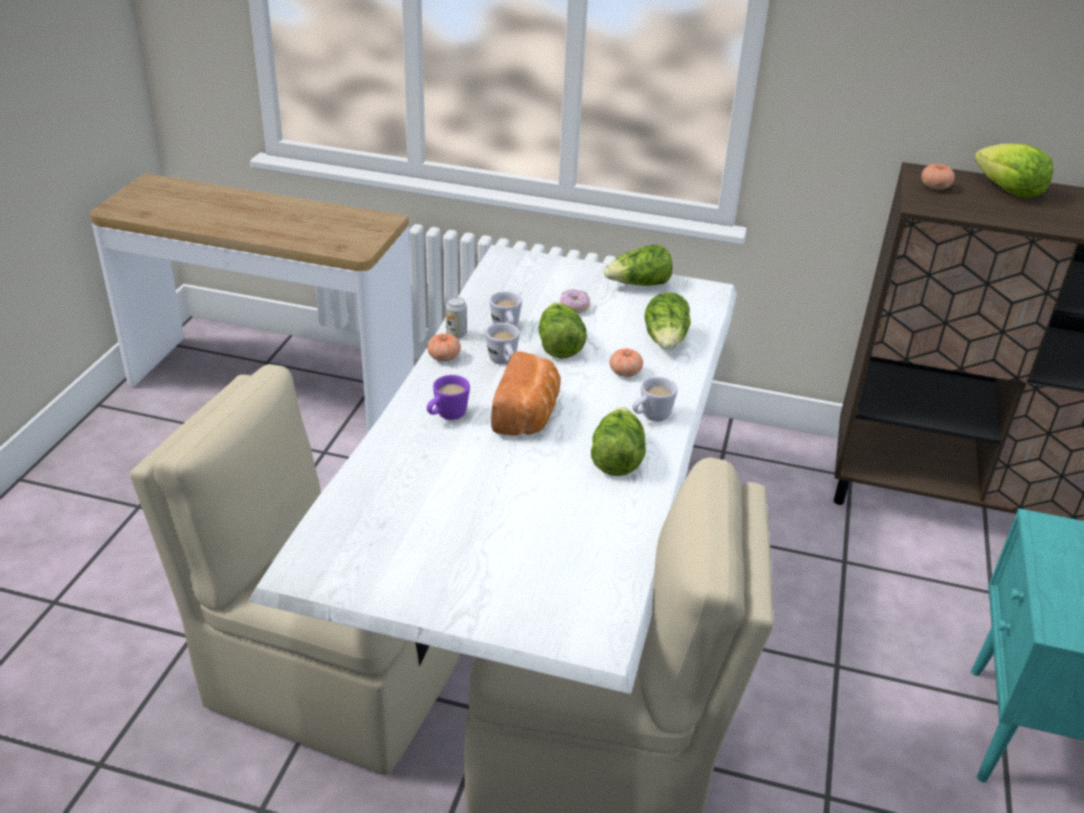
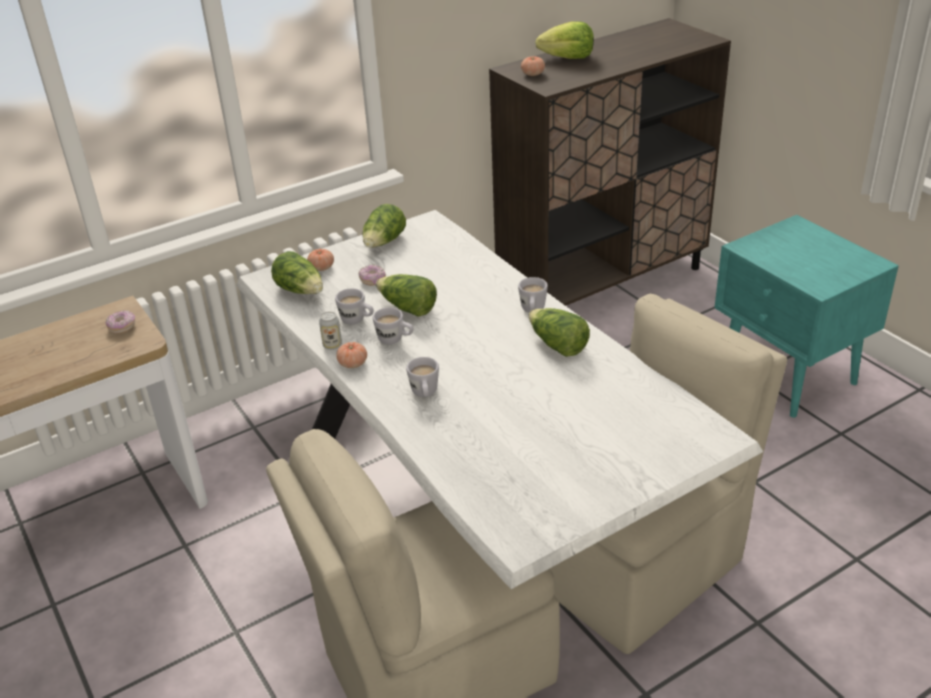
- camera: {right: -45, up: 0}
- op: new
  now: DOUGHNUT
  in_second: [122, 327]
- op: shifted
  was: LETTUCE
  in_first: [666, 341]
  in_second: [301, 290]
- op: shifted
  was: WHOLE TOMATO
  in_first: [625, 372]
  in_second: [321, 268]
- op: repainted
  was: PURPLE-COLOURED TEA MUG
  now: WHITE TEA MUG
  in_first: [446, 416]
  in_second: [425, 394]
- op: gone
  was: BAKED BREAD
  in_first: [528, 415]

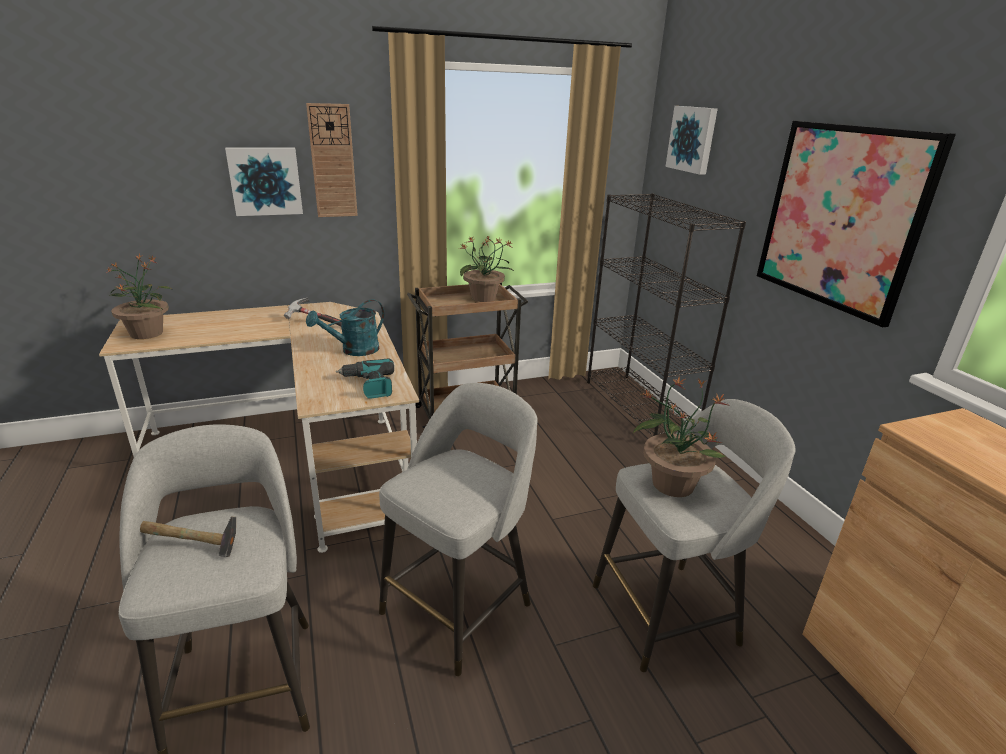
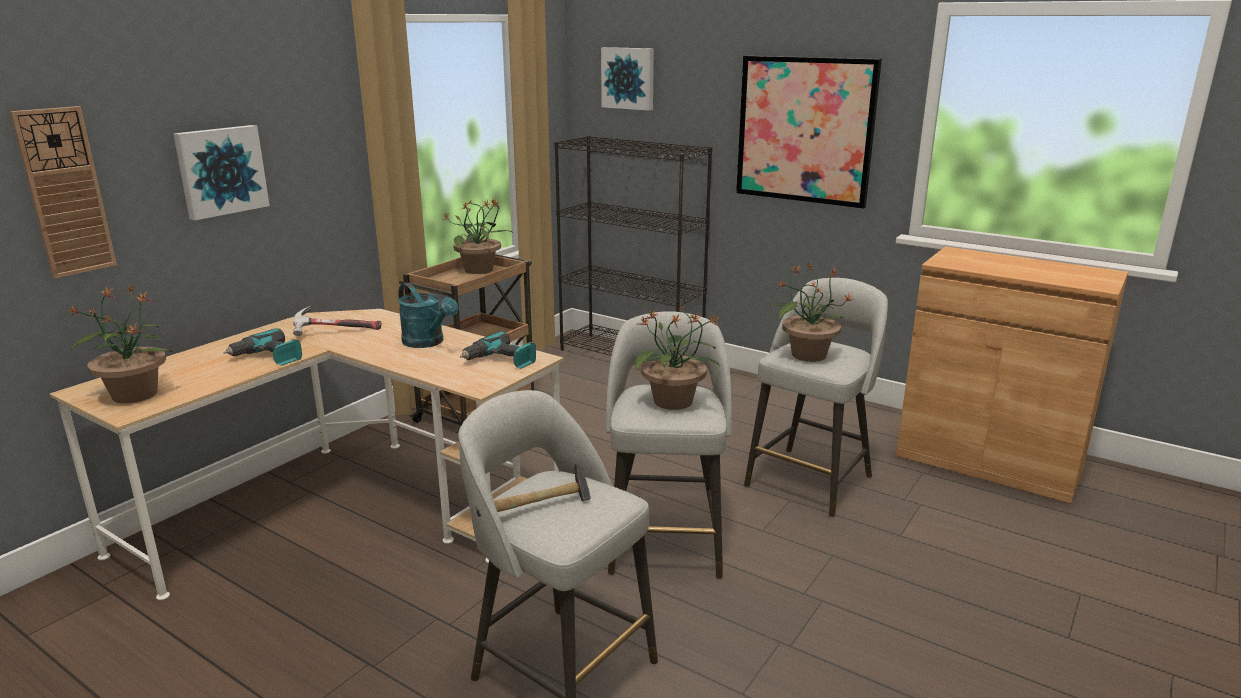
- camera: {right: -35, up: -5}
- op: shifted
  was: CLOCK ON THE WALL
  in_first: [332, 162]
  in_second: [65, 192]
- op: new
  now: POWER DRILL
  in_second: [268, 358]
- op: rotated
  was: BLUE-GREEN SPRINKLING CAN
  in_first: [354, 350]
  in_second: [428, 342]
  clockwise: -60
- op: new
  now: PLANT IN A POT
  in_second: [674, 402]

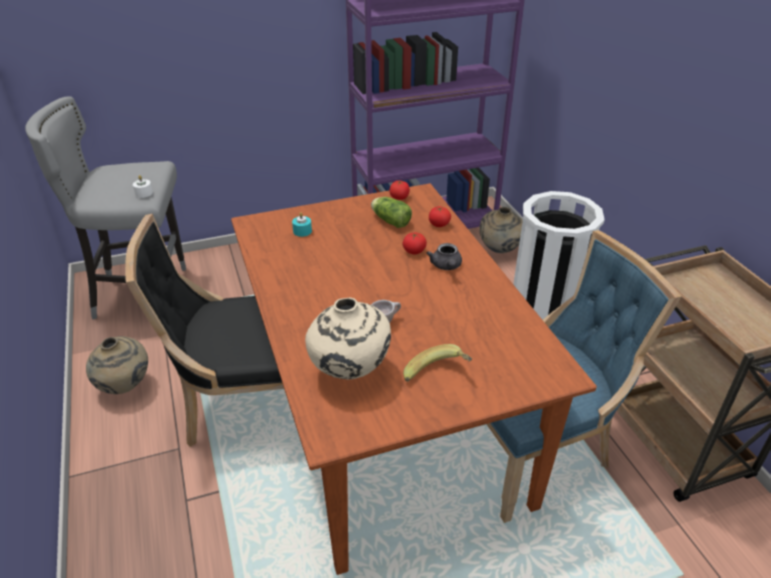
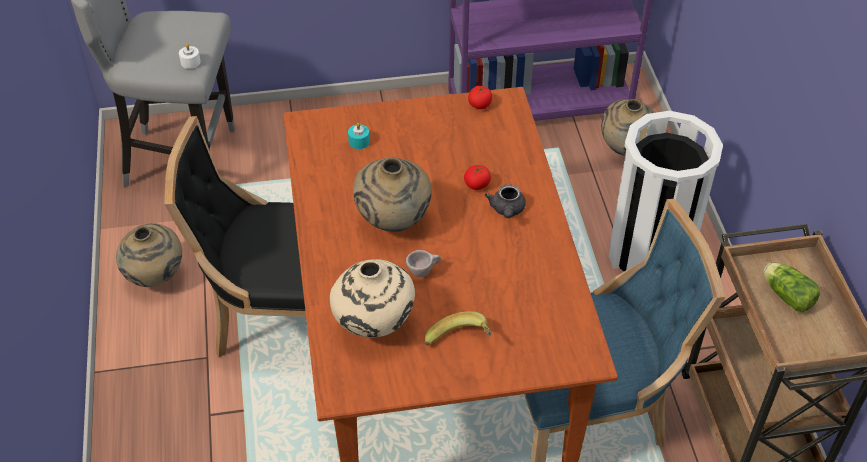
- camera: {right: 10, up: 10}
- op: new
  now: BEIGE-COLOURED DECORATIVE VASE
  in_second: [394, 222]
- op: shifted
  was: LETTUCE
  in_first: [389, 220]
  in_second: [786, 294]
- op: gone
  was: WHOLE TOMATO
  in_first: [439, 224]

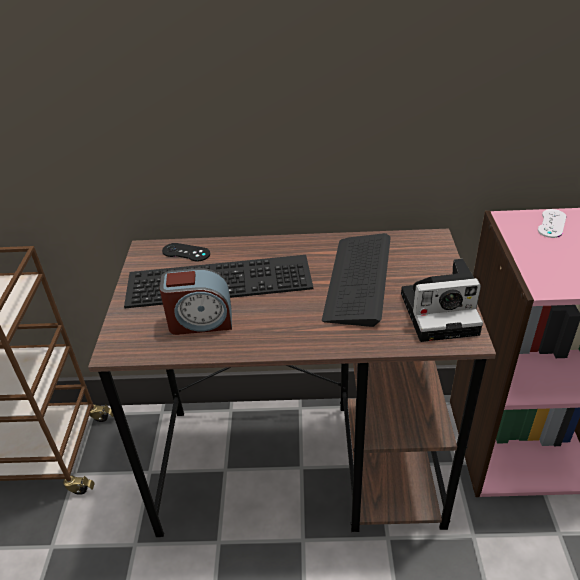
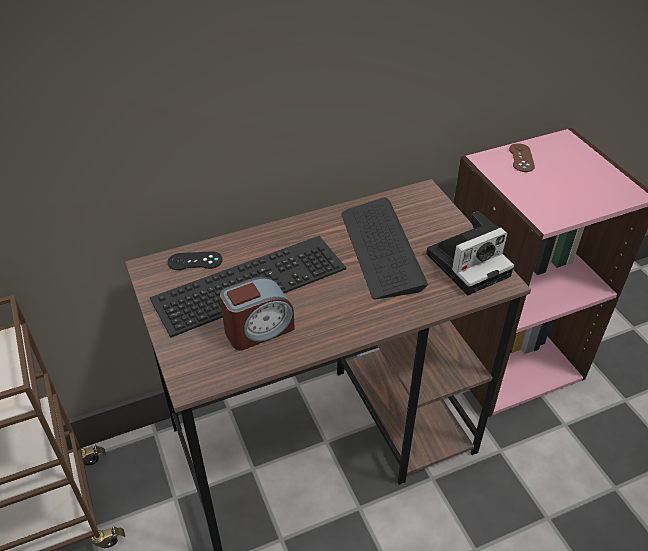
- camera: {right: -25, up: 5}
- op: repainted
  was: WHITE JOYPAD
  now: BROWN JOYPAD
  in_first: [551, 223]
  in_second: [521, 158]

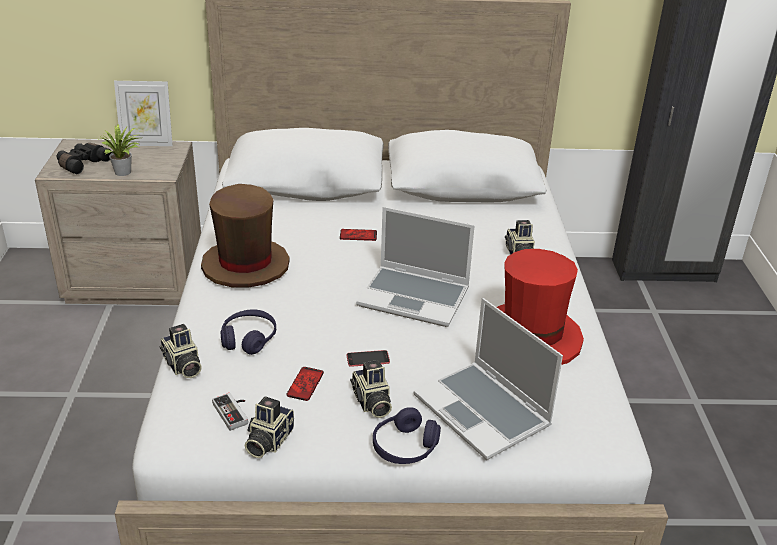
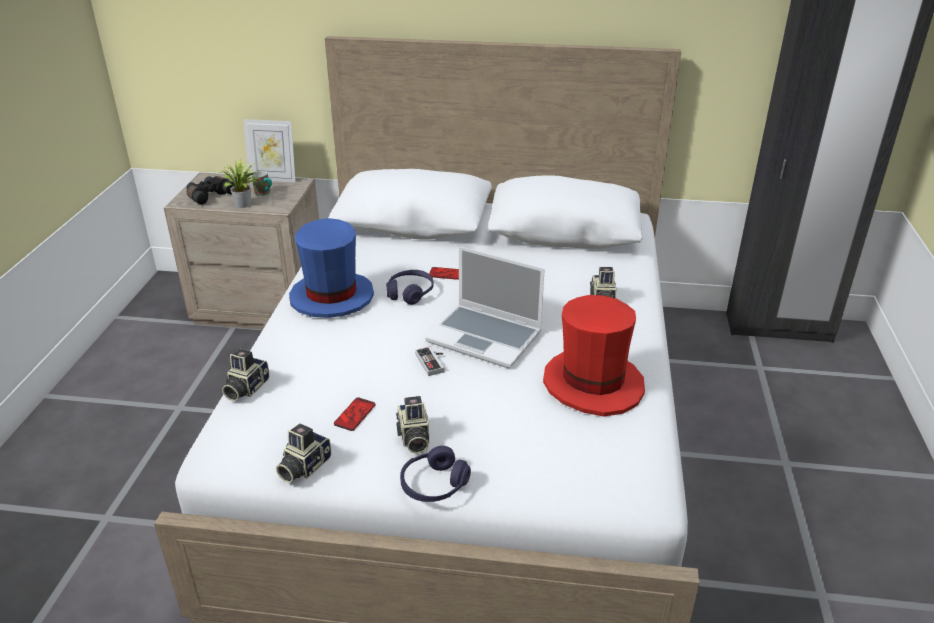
- camera: {right: 10, up: 0}
- op: rotated
  was: STILL CAMERA
  in_first: [182, 366]
  in_second: [245, 388]
  clockwise: 45
- op: new
  now: TEA MUG
  in_second: [264, 193]
- op: repainted
  was: BROWN WEARABLE HAT
  now: BLUE-COLOURED WEARABLE HAT
  in_first: [245, 266]
  in_second: [331, 297]
- op: shifted
  was: PURPLE-COLOURED HEADSET
  in_first: [249, 339]
  in_second: [410, 293]
- op: shifted
  was: JOYPAD
  in_first: [234, 412]
  in_second: [433, 362]
- op: gone
  was: HANDSET
  in_first: [368, 358]
- op: gone
  was: PORTABLE COMPUTER
  in_first: [484, 412]

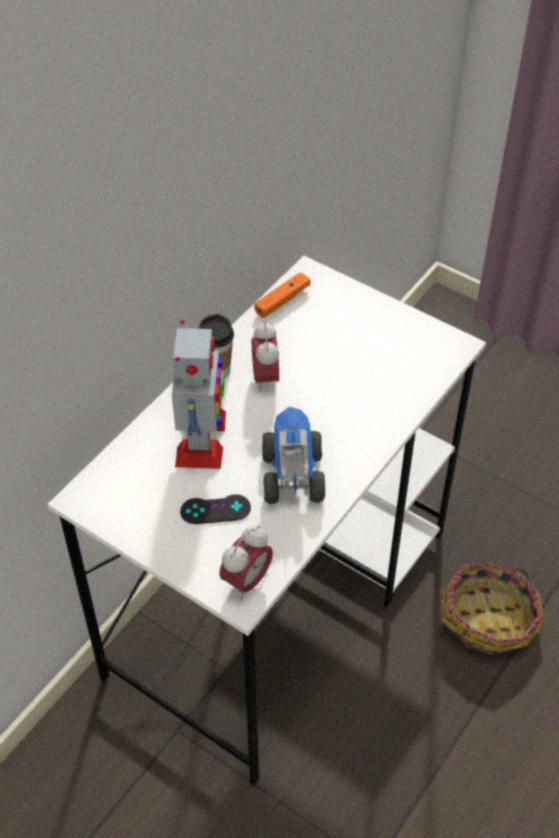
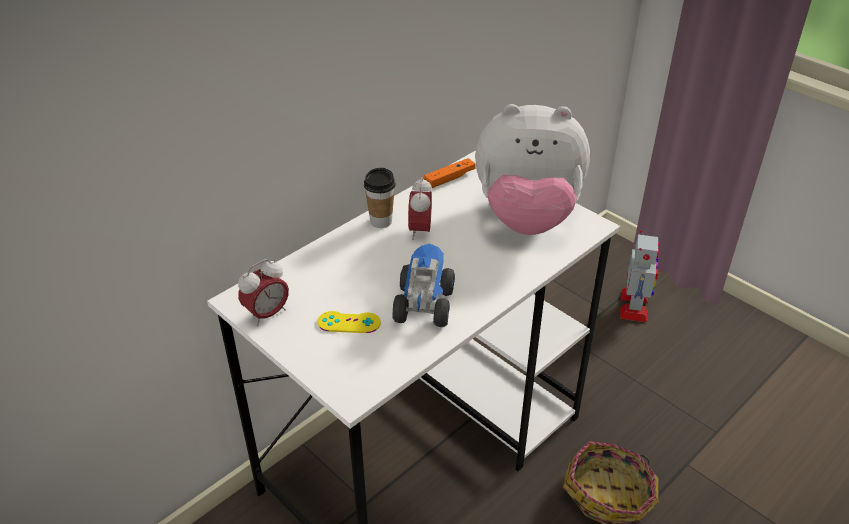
- camera: {right: 10, up: -10}
- op: shifted
  was: ALARM CLOCK
  in_first: [247, 581]
  in_second: [267, 314]
- op: repainted
  was: BLACK-COLOURED JOYPAD
  now: YELLOWISH JOYPAD
  in_first: [215, 510]
  in_second: [349, 322]
- op: new
  now: CUDDLY TOY
  in_second: [527, 218]
- op: shifted
  was: MODEL ROBOT
  in_first: [201, 439]
  in_second: [634, 306]

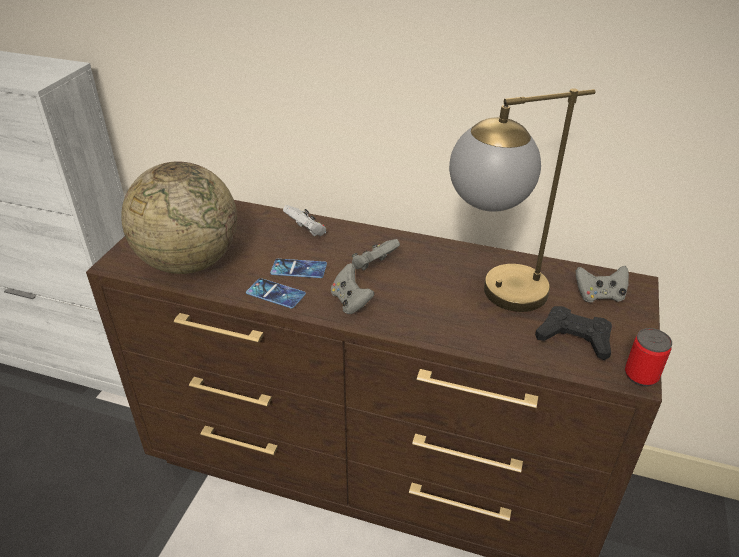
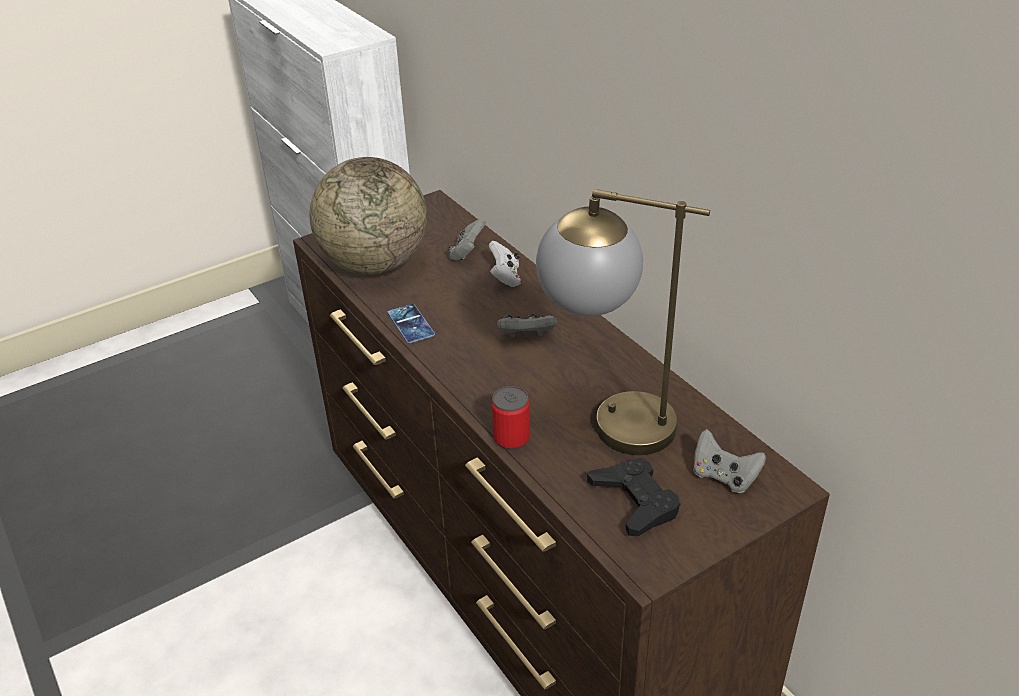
- camera: {right: 40, up: 0}
- op: shifted
  was: GREYISH JOYPAD
  in_first: [350, 302]
  in_second: [467, 253]
- op: shifted
  was: METAL CAN
  in_first: [641, 375]
  in_second: [511, 439]
- op: gone
  was: HANDSET
  in_first: [298, 269]

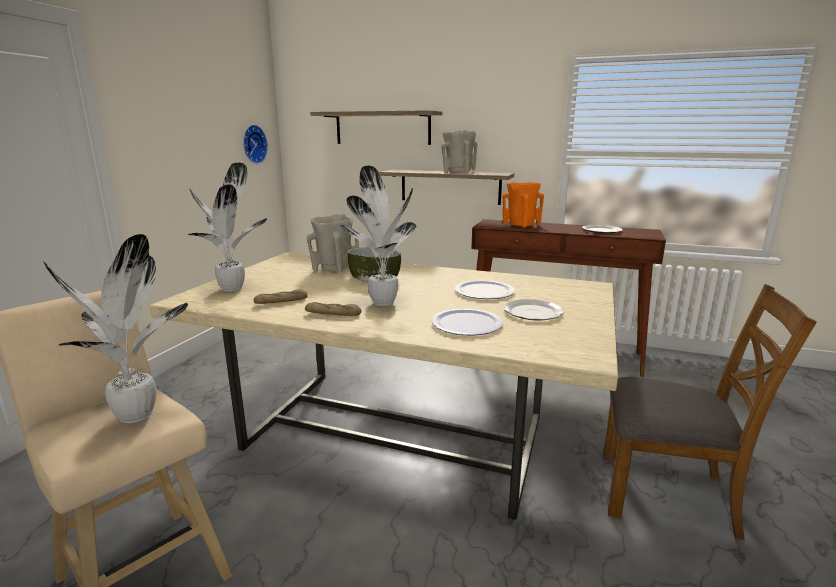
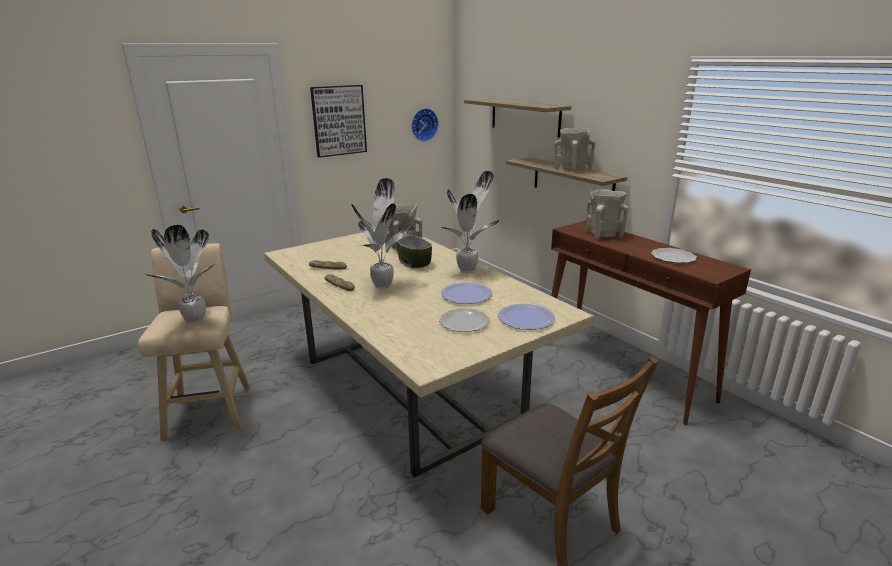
- camera: {right: 35, up: 5}
- op: new
  now: WALL PICTURE
  in_second: [338, 120]
- op: shifted
  was: PLANT IN A POT
  in_first: [233, 288]
  in_second: [468, 269]
- op: shifted
  was: PLATE
  in_first: [466, 324]
  in_second: [526, 318]
- op: repainted
  was: ORANGE-COLOURED DECORATIVE VASE
  now: BEIGE-COLOURED DECORATIVE VASE
  in_first: [521, 225]
  in_second: [604, 234]

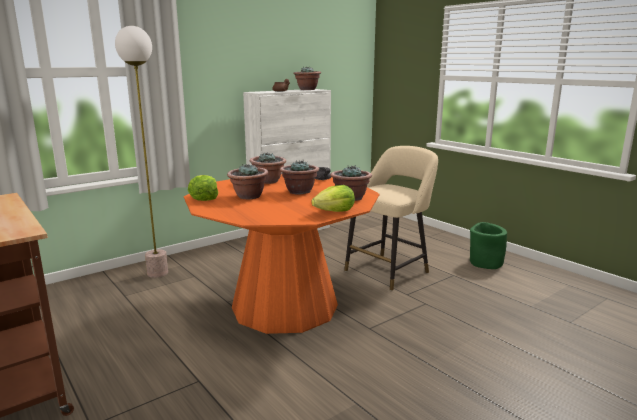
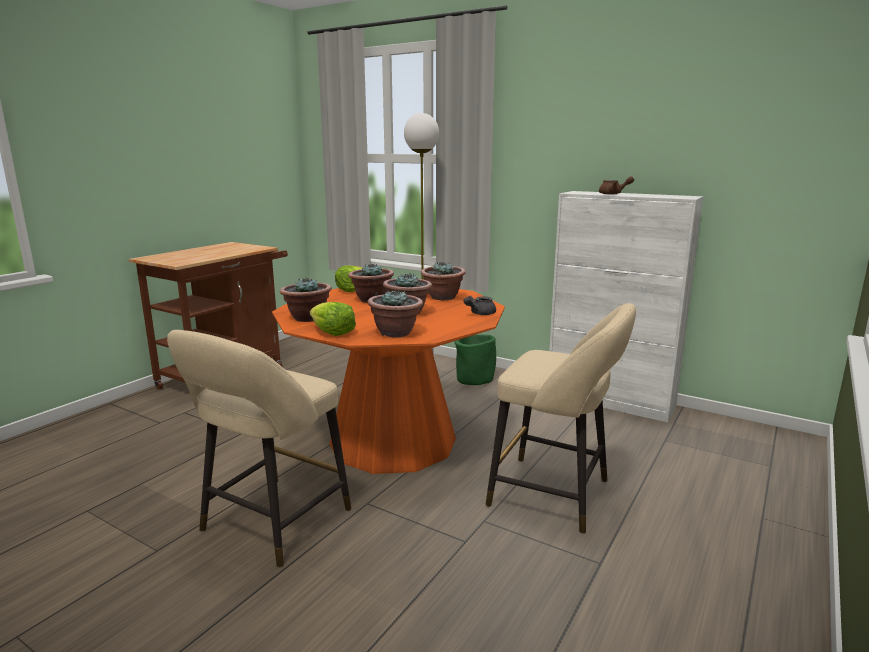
- camera: {right: 70, up: 0}
- op: new
  now: BEIGE-COLOURED STOOL SEAT
  in_second: [271, 524]
- op: shifted
  was: PLANT IN A POT
  in_first: [307, 89]
  in_second: [307, 318]
- op: shifted
  was: GREEN-COLOURED PLANT POT
  in_first: [485, 263]
  in_second: [474, 379]

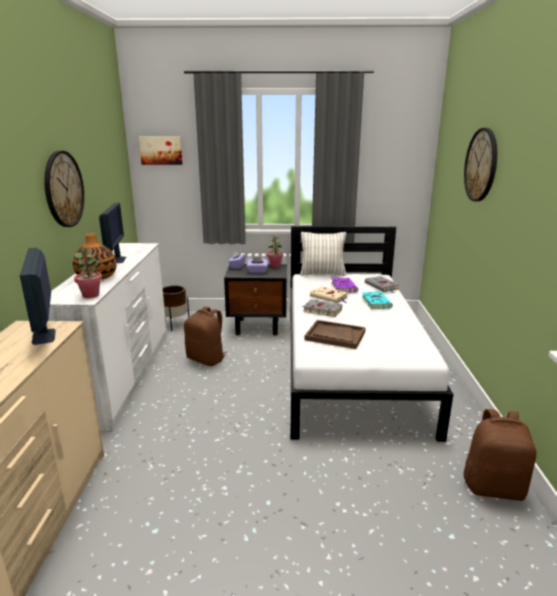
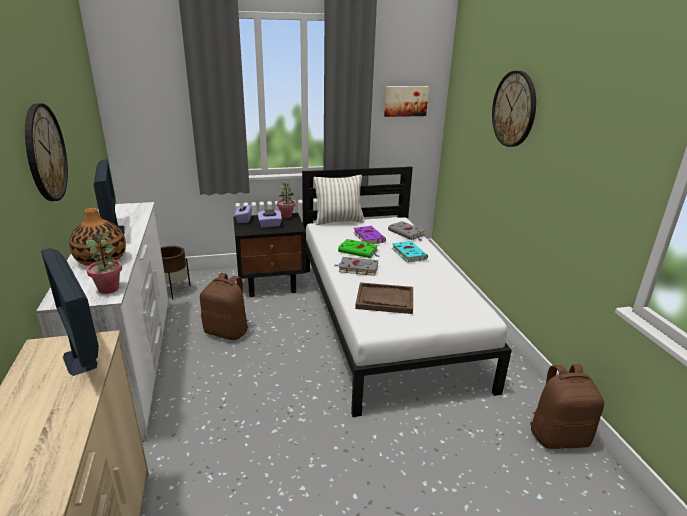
- camera: {right: -15, up: 5}
- op: repainted
  was: BEIGE-COLOURED BOOK
  now: GREEN-COLOURED BOOK
  in_first: [329, 297]
  in_second: [359, 251]
- op: shifted
  was: WALL PICTURE
  in_first: [161, 150]
  in_second: [405, 101]

